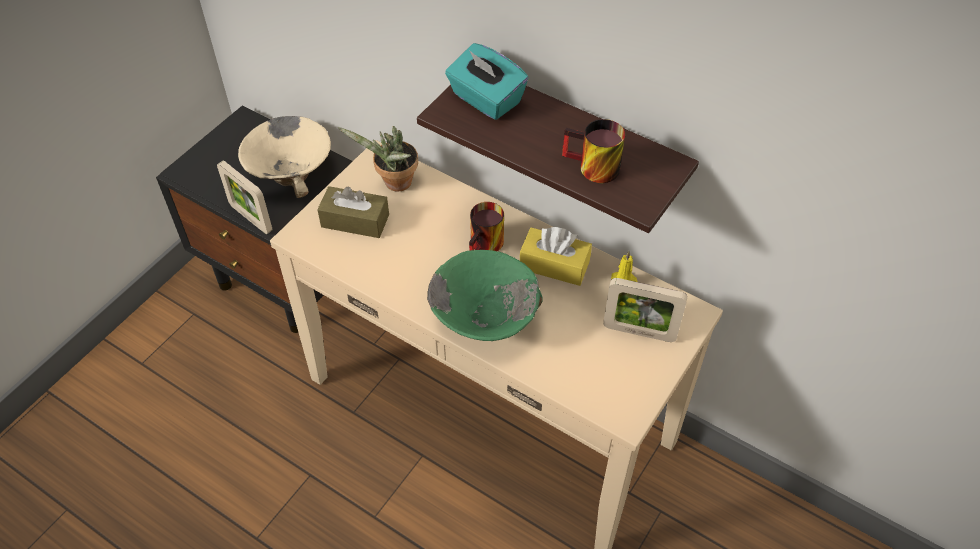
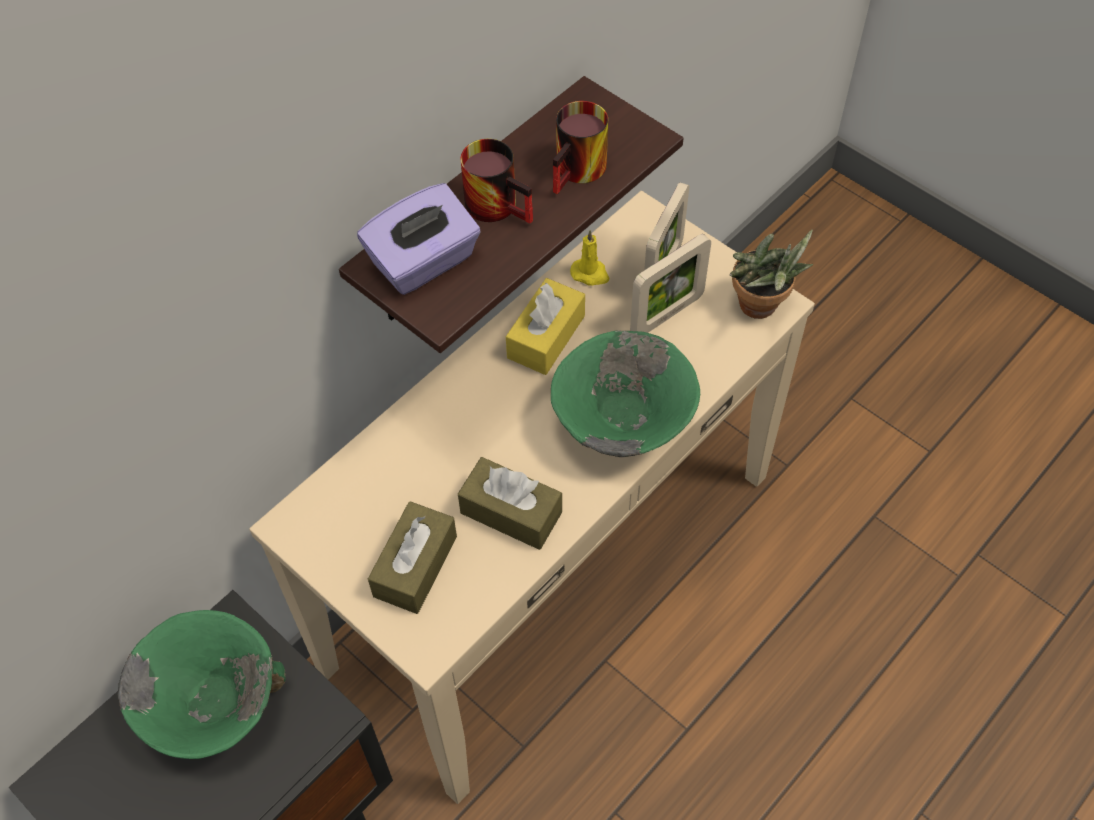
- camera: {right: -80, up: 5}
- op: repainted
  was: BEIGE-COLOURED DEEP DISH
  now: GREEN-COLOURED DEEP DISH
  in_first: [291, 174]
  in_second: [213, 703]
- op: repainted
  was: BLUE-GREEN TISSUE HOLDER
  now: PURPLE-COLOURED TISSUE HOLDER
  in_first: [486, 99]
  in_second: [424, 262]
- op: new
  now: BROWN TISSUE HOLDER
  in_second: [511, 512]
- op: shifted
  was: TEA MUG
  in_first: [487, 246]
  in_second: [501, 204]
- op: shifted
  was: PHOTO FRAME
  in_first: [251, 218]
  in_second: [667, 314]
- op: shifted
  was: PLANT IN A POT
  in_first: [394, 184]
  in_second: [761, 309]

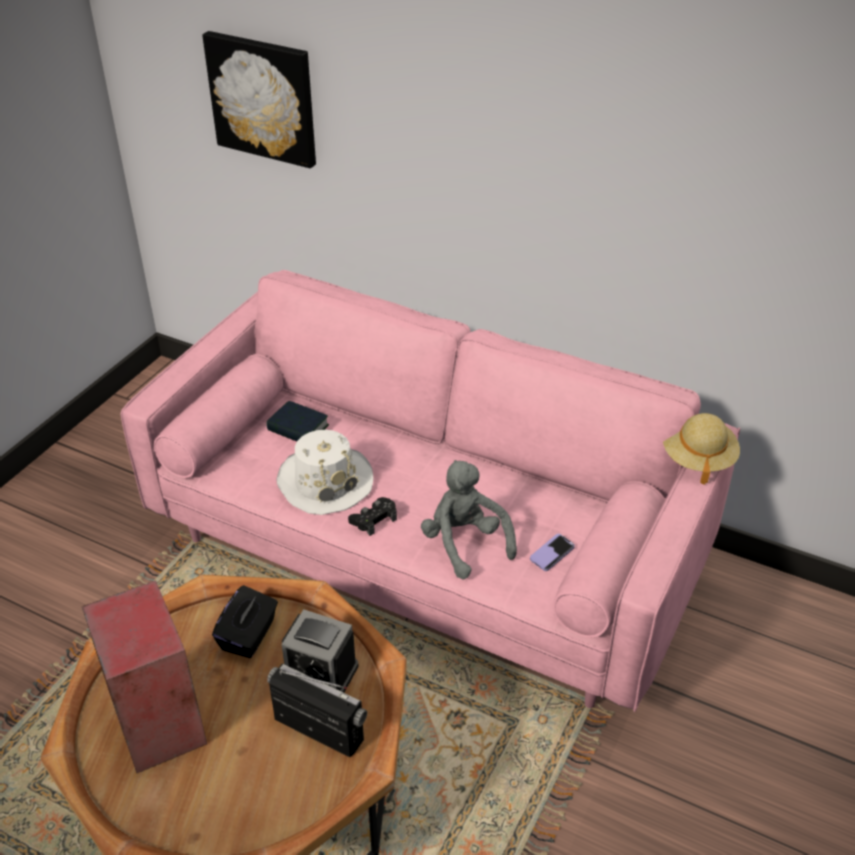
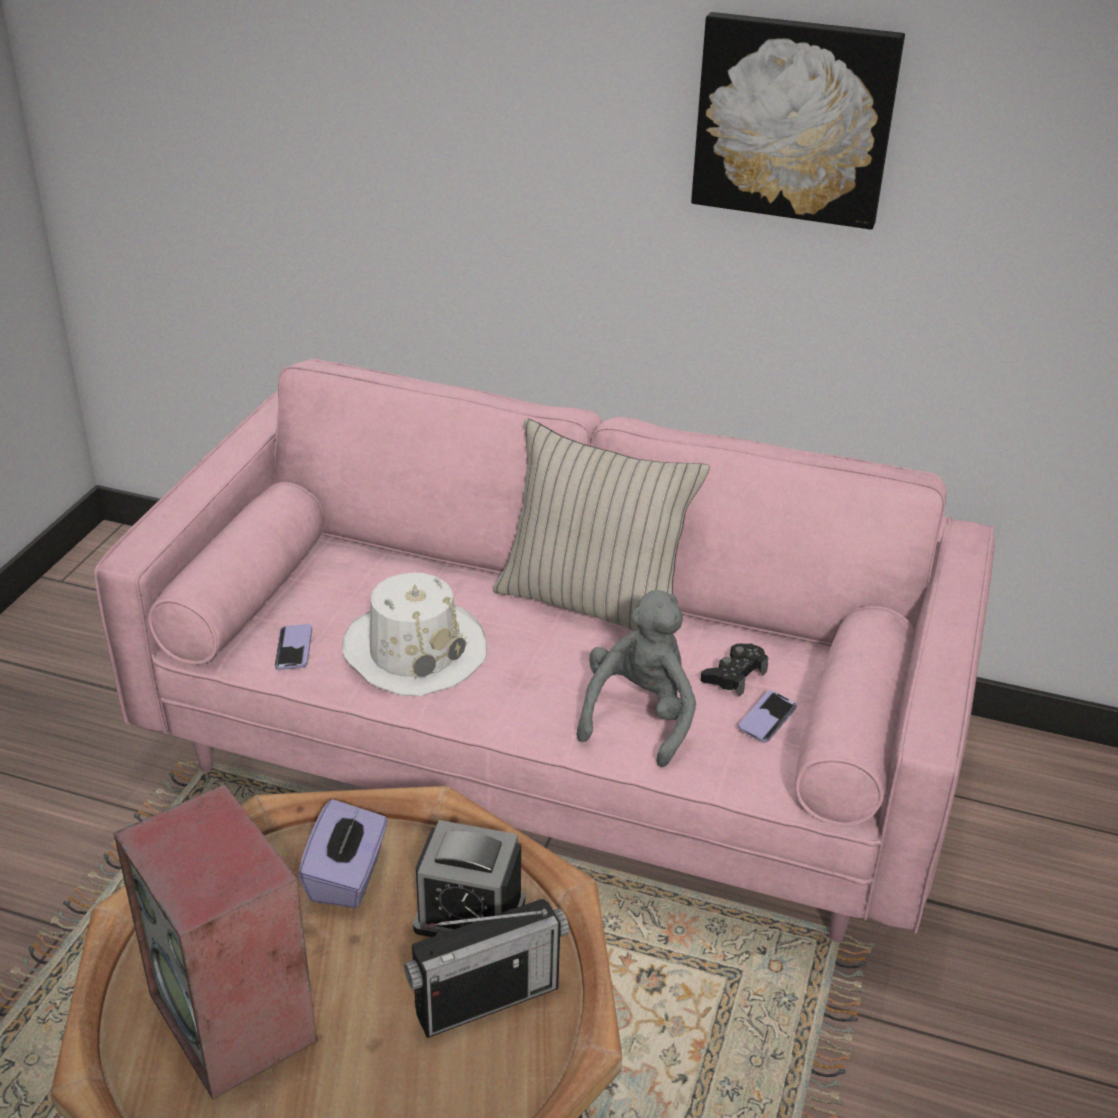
- camera: {right: -10, up: -5}
- op: new
  now: HANDSET
  in_second: [294, 649]
- op: repainted
  was: BLACK-COLOURED TISSUE HOLDER
  now: PURPLE-COLOURED TISSUE HOLDER
  in_first: [249, 636]
  in_second: [347, 876]
- op: rotated
  was: RADIO RECEIVER
  in_first: [318, 729]
  in_second: [486, 999]
  clockwise: 135
- op: new
  now: BEIGE-COLOURED THROW PILLOW
  in_second: [593, 604]
- op: rotated
  was: GREYISH CUDDLY TOY
  in_first: [465, 543]
  in_second: [639, 716]
  clockwise: 60
- op: shifted
  was: WALL PICTURE
  in_first: [264, 98]
  in_second: [794, 119]
- op: shifted
  was: BLACK-COLOURED JOYPAD
  in_first: [373, 519]
  in_second: [734, 675]
- op: gone
  was: BOOK
  in_first: [298, 428]
- op: gone
  was: BEIGE-COLOURED WEARABLE HAT
  in_first: [697, 458]

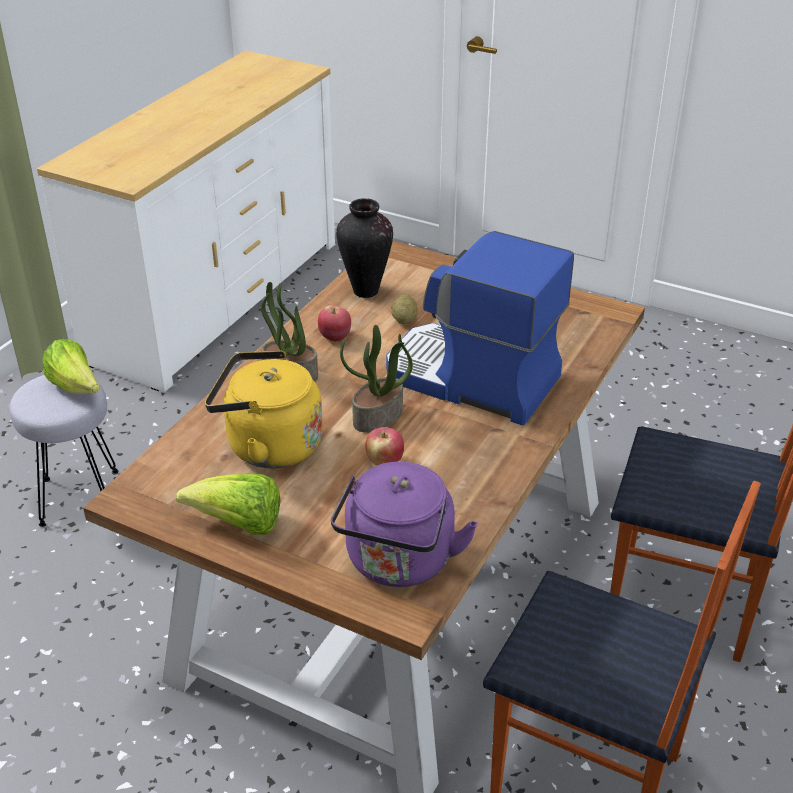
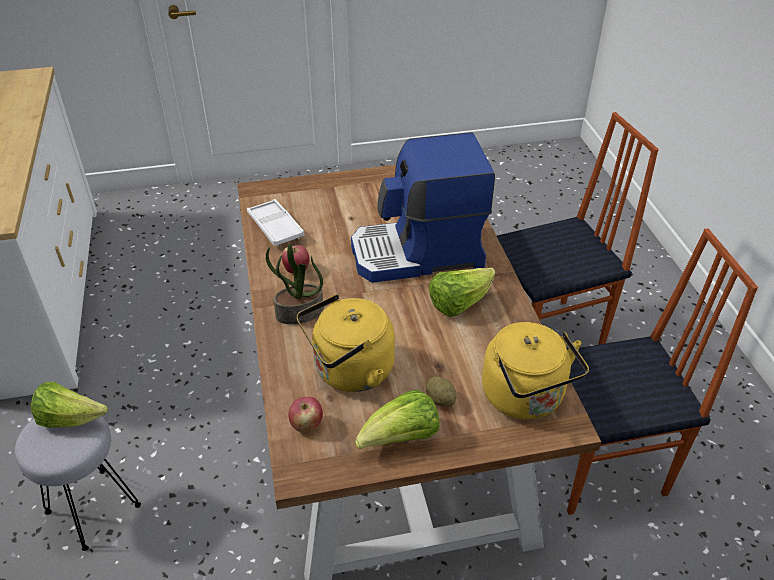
- camera: {right: -40, up: 5}
- op: swapped
  was: DECORATIVE VASE
  now: WHITE SERVING TRAY
  in_first: [364, 291]
  in_second: [275, 227]
- op: shifted
  was: APPLE
  in_first: [384, 462]
  in_second: [306, 425]
- op: shifted
  was: SPUD
  in_first: [404, 320]
  in_second: [440, 400]
- op: new
  now: LETTUCE
  in_second: [459, 303]
- op: repainted
  was: PURPLE-COLOURED TEA KETTLE
  now: YELLOWISH TEA KETTLE
  in_first: [398, 563]
  in_second: [526, 398]
- op: gone
  was: PLANT IN A POT
  in_first: [378, 417]

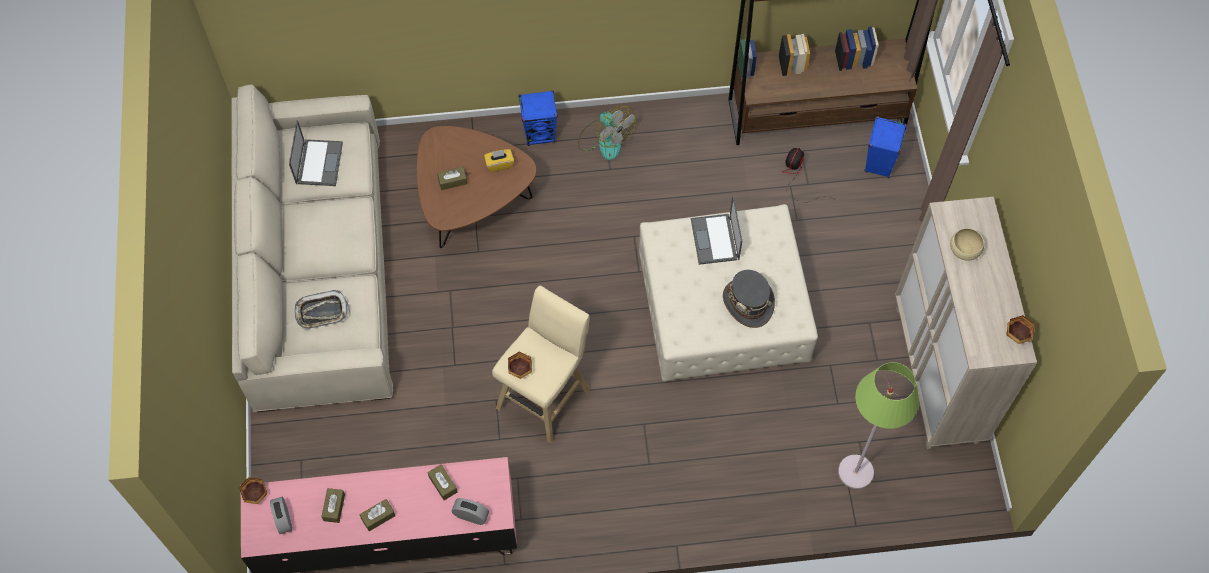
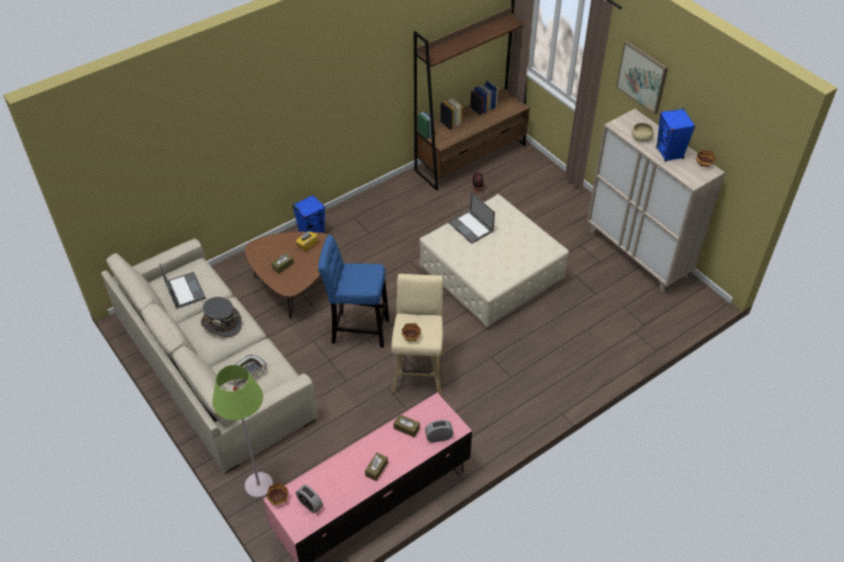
- camera: {right: -30, up: -15}
- op: shifted
  was: GREYISH WEARABLE HAT
  in_first: [748, 303]
  in_second: [222, 323]
- op: shifted
  was: GREEN-COLOURED STANDARD LAMP
  in_first: [855, 472]
  in_second: [258, 485]
- op: new
  now: BLUE-COLOURED STOOL SEAT
  in_second: [357, 330]
- op: new
  now: WALL PICTURE
  in_second: [642, 77]
- op: shifted
  was: BLUE-COLOURED LOUDSPEAKER
  in_first: [879, 164]
  in_second: [669, 153]
- op: gone
  was: BROWN TISSUE HOLDER
  in_first: [334, 507]
- op: gone
  was: FAN
  in_first: [605, 139]

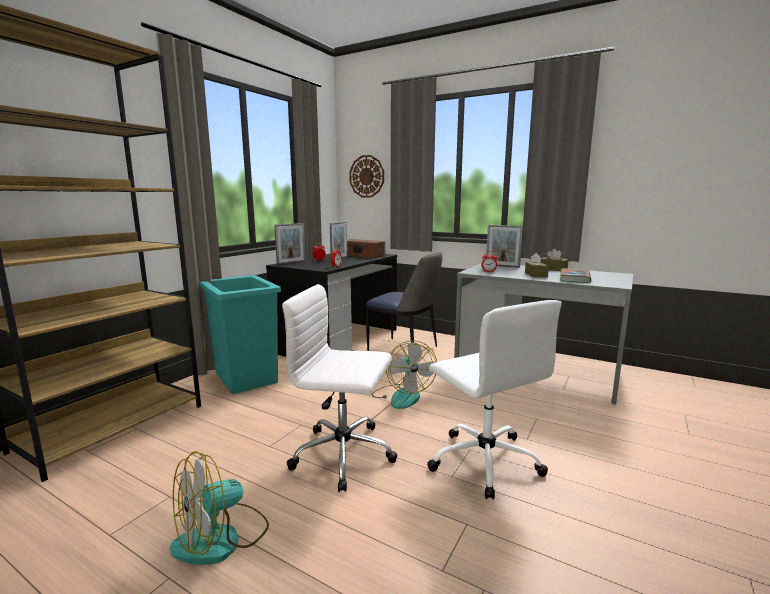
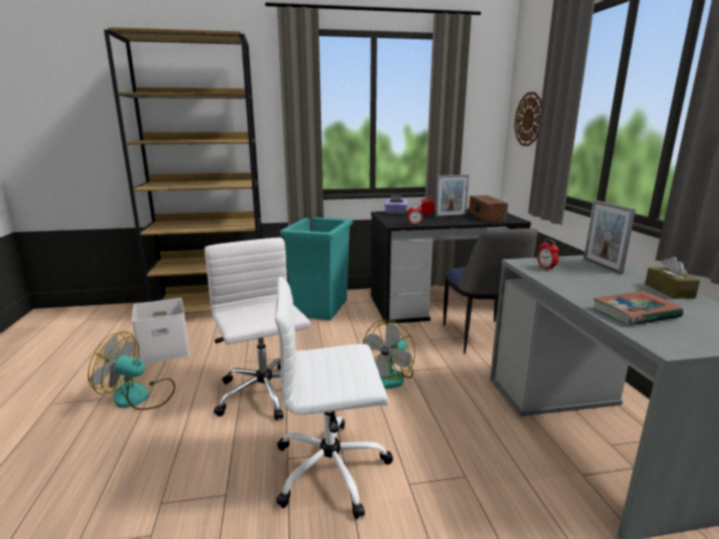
- camera: {right: 50, up: 5}
- op: new
  now: WHITE STORAGE BIN
  in_second: [165, 349]
- op: rotated
  was: WHITE COMPUTER CHAIR
  in_first: [484, 460]
  in_second: [333, 468]
  clockwise: 60
- op: swapped
  was: PHOTO FRAME
  now: PURPLE-COLOURED TISSUE HOLDER
  in_first: [291, 262]
  in_second: [396, 213]
- op: gone
  was: BROWN TISSUE HOLDER
  in_first: [536, 275]

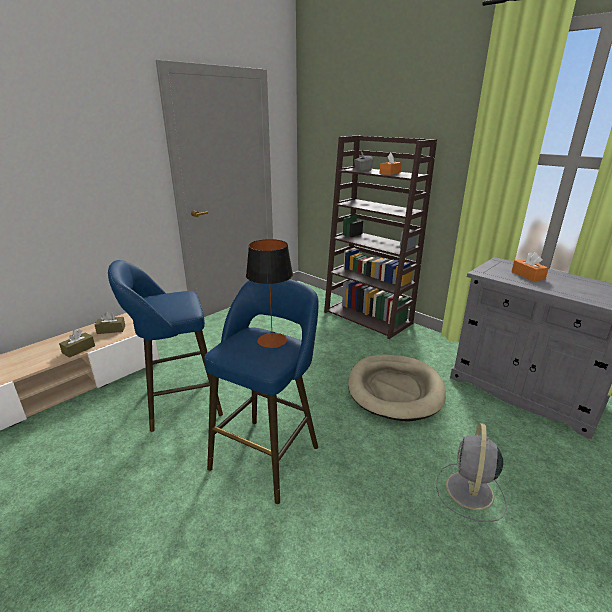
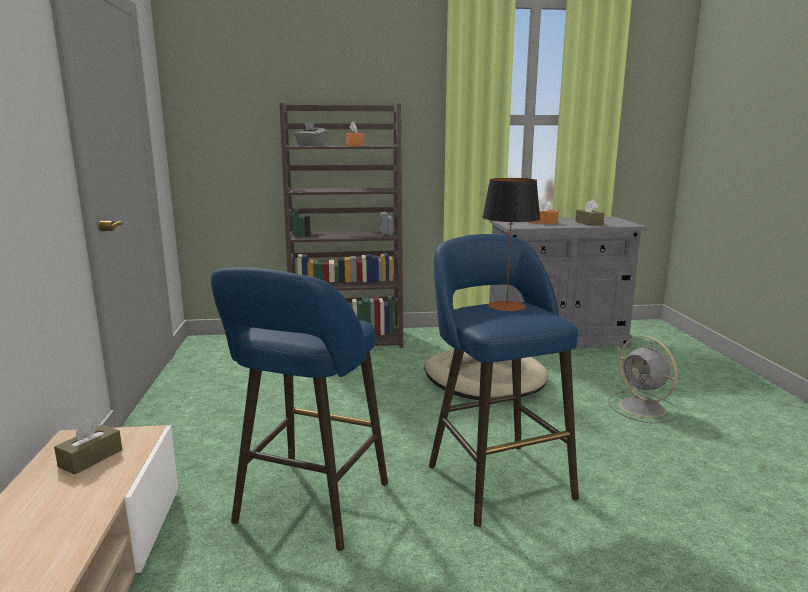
- camera: {right: -50, up: -10}
- op: shifted
  was: BROWN TISSUE HOLDER
  in_first: [78, 349]
  in_second: [589, 223]

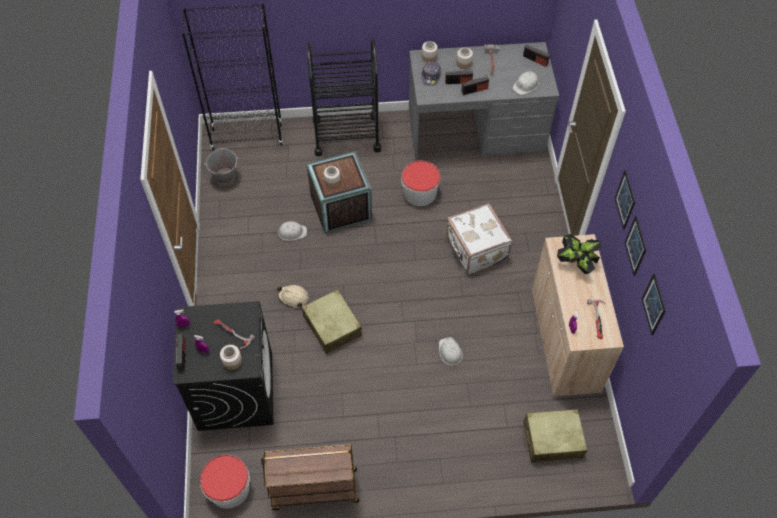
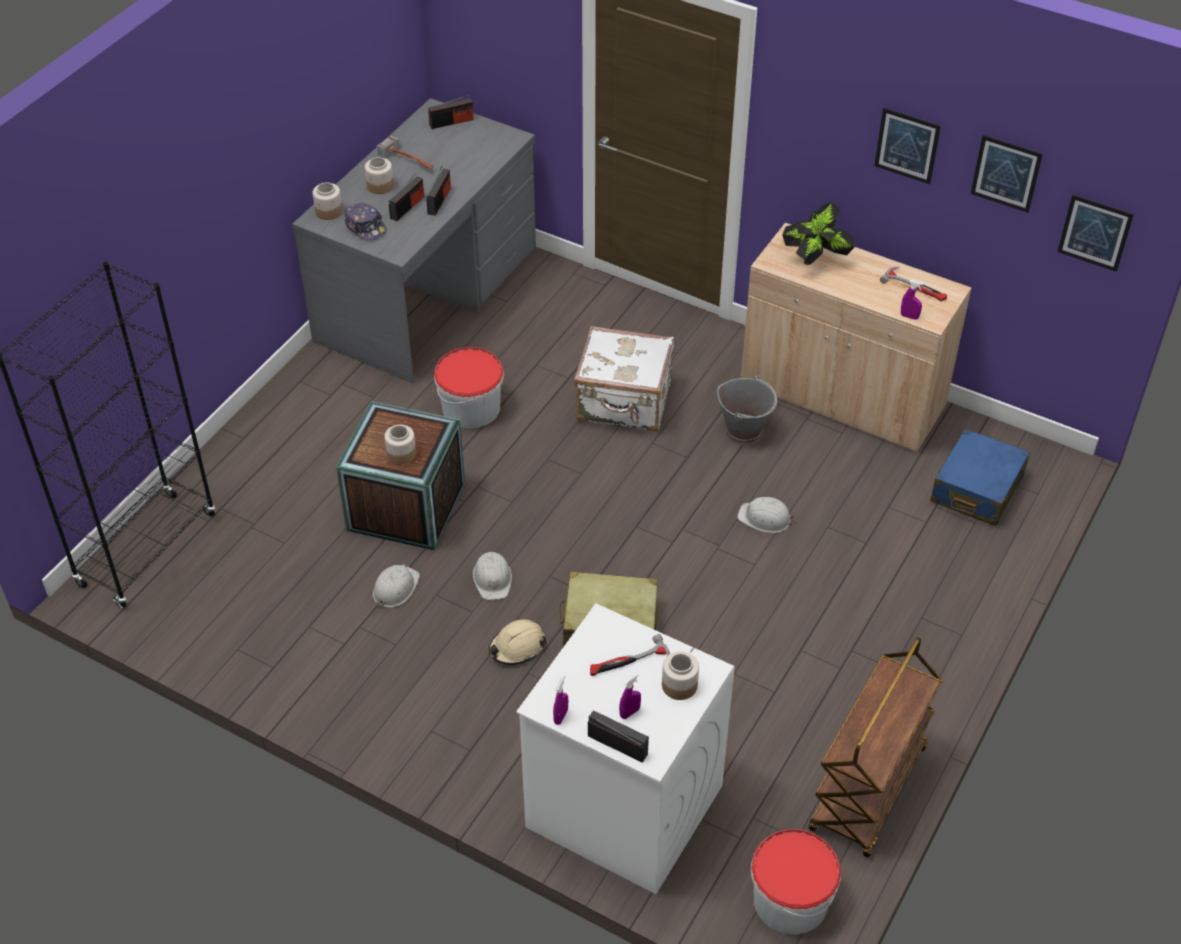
- camera: {right: -55, up: -10}
- op: shifted
  was: WHITE WORK HELMET
  in_first: [526, 85]
  in_second: [493, 578]
- op: repainted
  was: BLACK-COLOURED LAUNDRY APPLIANCE
  now: WHITE LAUNDRY APPLIANCE
  in_first: [235, 390]
  in_second: [623, 806]
- op: shifted
  was: GREYISH WATER BUCKET
  in_first: [225, 177]
  in_second: [744, 431]
- op: repainted
  was: BEIGE-COLOURED PIECE OF LUGGAGE
  now: BLUE-COLOURED PIECE OF LUGGAGE
  in_first: [552, 439]
  in_second: [976, 489]
- op: shifted
  was: WALL PICTURE
  in_first: [625, 200]
  in_second: [1095, 232]
- op: gone
  was: BLACK-COLOURED CART
  in_first: [346, 135]

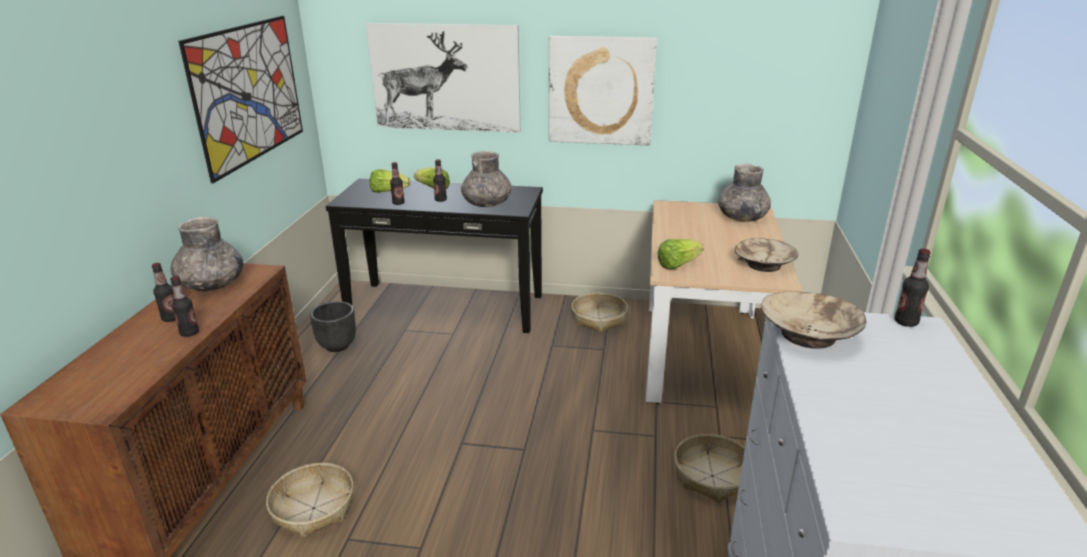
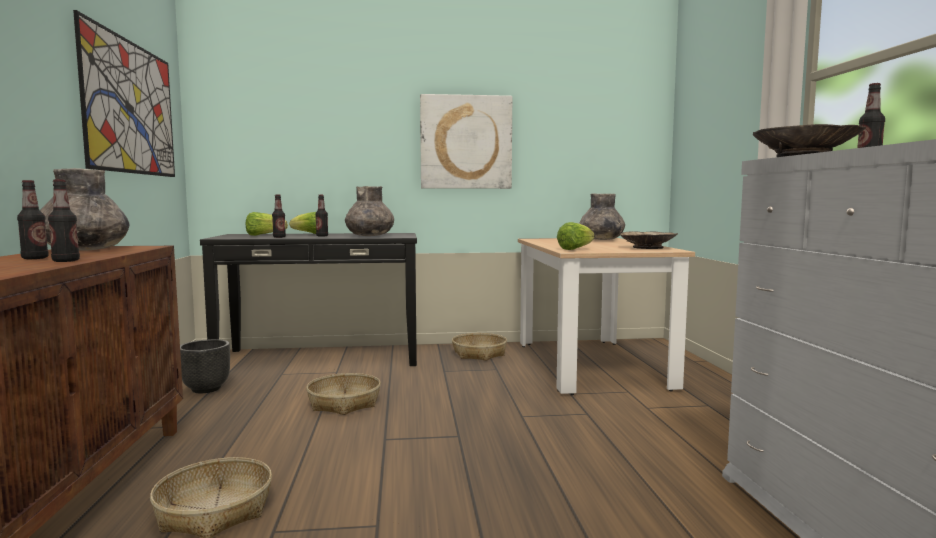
- camera: {right: -15, up: -20}
- op: shifted
  was: BASKET
  in_first: [712, 476]
  in_second: [344, 403]
- op: gone
  was: WALL PICTURE
  in_first: [445, 78]

